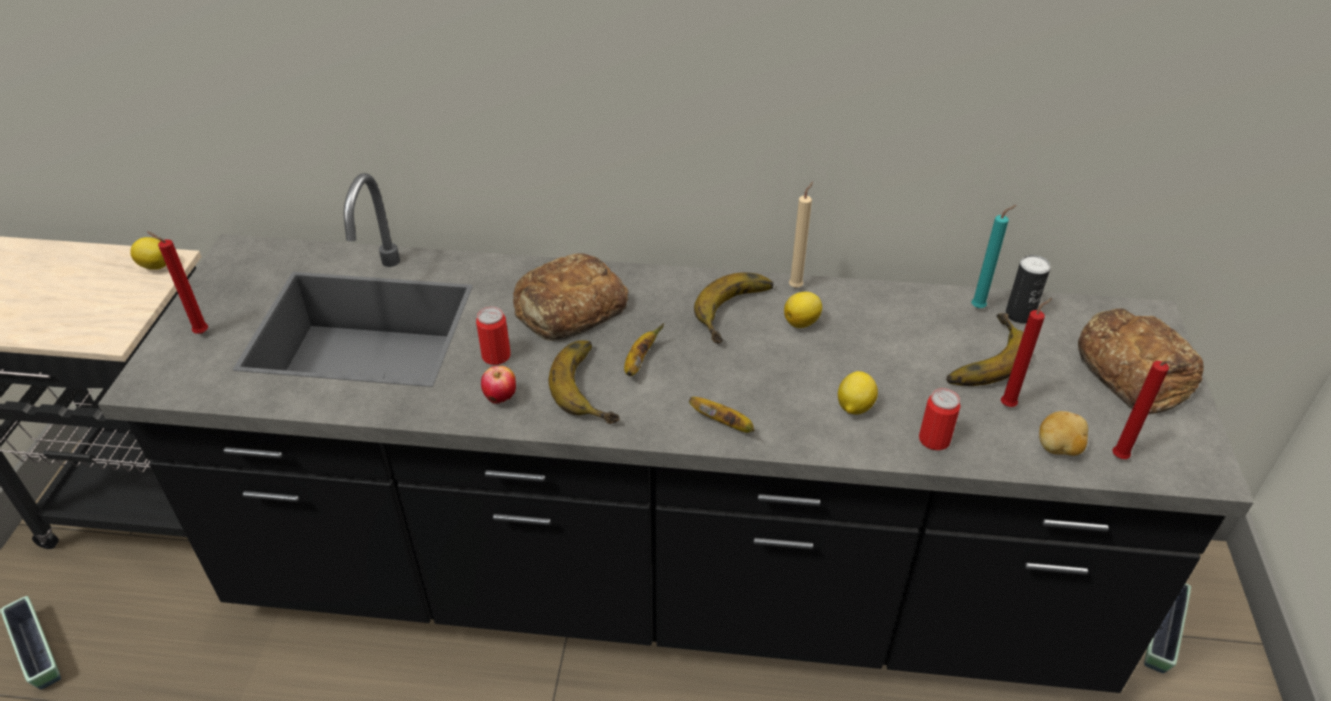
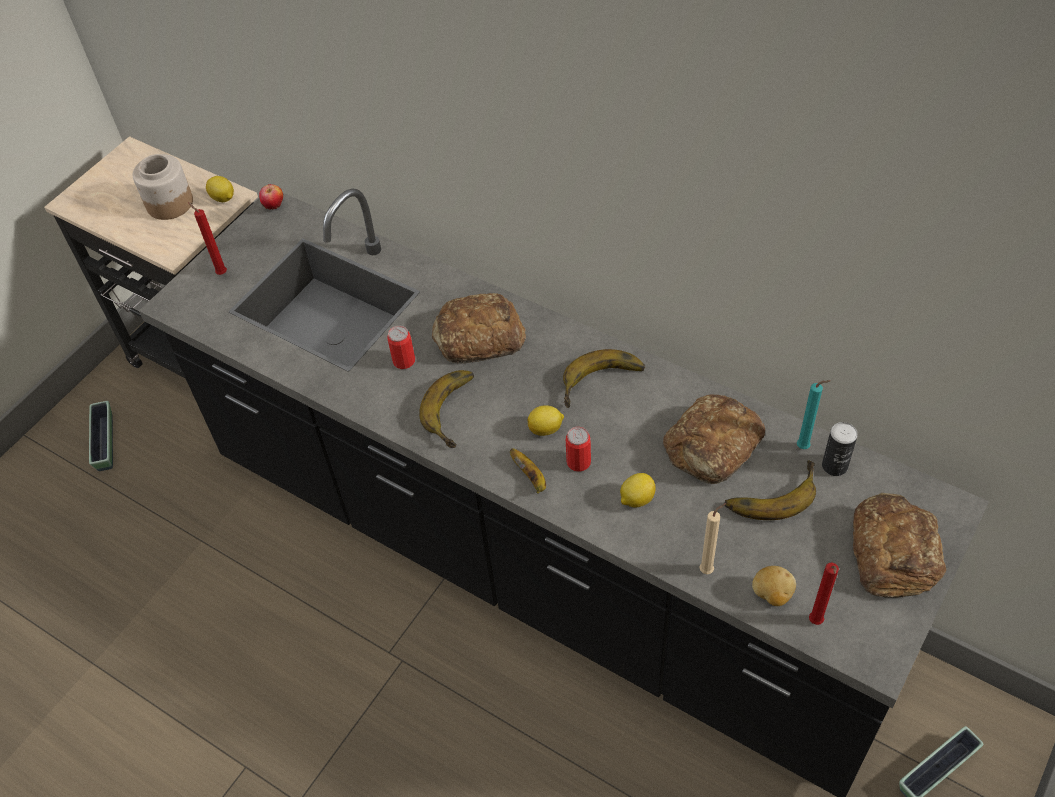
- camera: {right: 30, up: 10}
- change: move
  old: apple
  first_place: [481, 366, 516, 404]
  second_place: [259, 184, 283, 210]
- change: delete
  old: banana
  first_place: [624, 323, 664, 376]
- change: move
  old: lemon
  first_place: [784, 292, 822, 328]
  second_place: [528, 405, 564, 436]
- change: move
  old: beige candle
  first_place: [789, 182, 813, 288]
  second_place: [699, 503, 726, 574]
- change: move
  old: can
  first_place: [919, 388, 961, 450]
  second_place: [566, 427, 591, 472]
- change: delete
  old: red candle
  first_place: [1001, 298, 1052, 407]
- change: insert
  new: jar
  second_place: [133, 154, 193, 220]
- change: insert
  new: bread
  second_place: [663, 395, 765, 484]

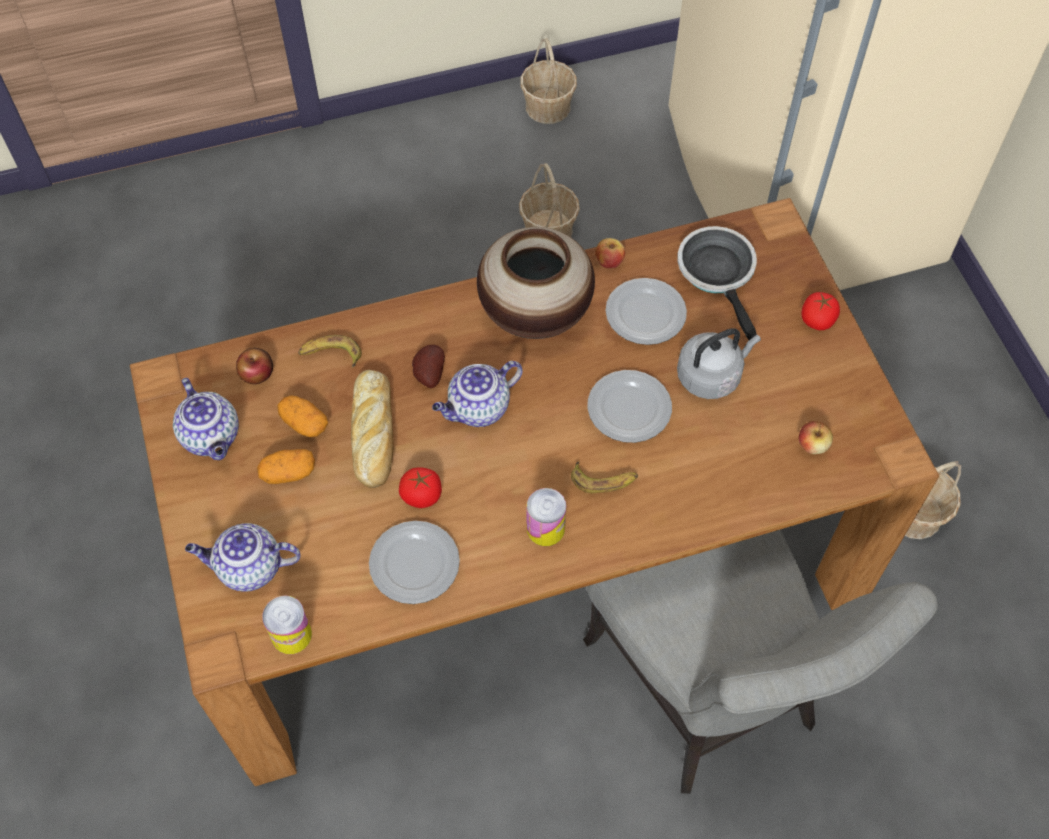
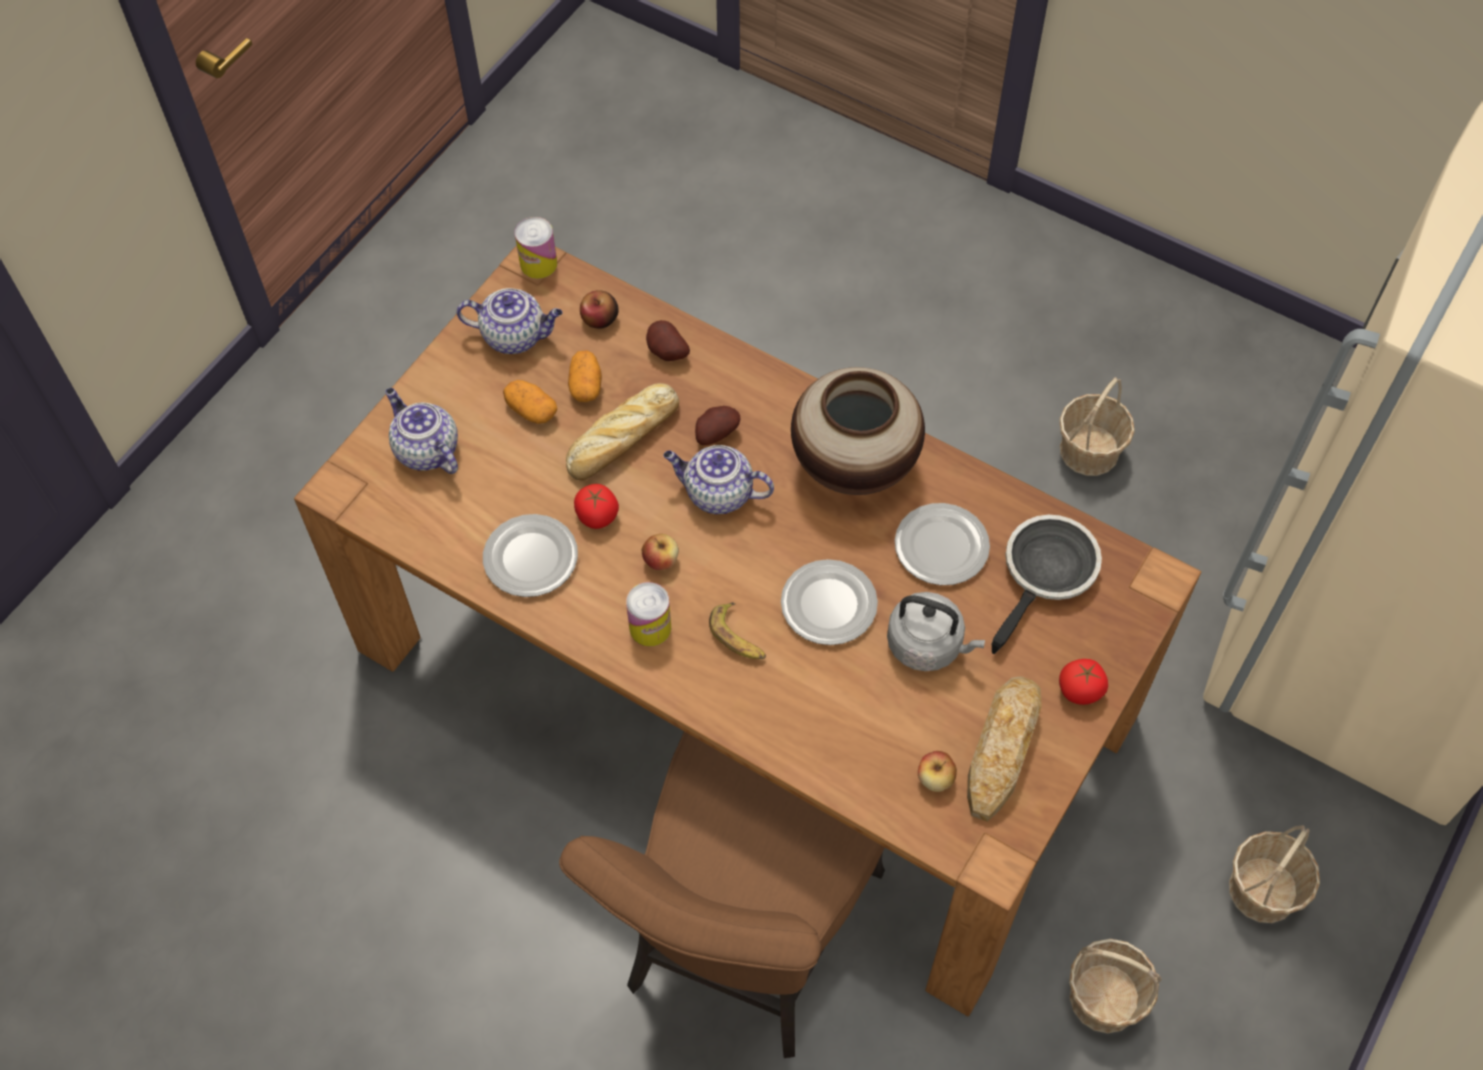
- camera: {right: 50, up: 0}
- change: rotate
  old: teapot
  first_place: [173, 378, 239, 460]
  second_place: [457, 288, 563, 354]
  degrees: -105
- change: move
  old: can
  first_place: [262, 596, 312, 654]
  second_place: [515, 217, 557, 279]
- change: replace
  old: banana
  new: potato
  first_place: [298, 335, 362, 368]
  second_place: [646, 320, 690, 361]
- change: move
  old: basket
  first_place: [520, 38, 577, 124]
  second_place: [1229, 825, 1320, 923]
- change: recolor
  old: grey chair
  new: brown chair
  first_place: [583, 530, 938, 794]
  second_place: [559, 732, 885, 1058]
- change: move
  old: apple
  first_place: [595, 238, 625, 268]
  second_place: [642, 534, 679, 570]
- change: insert
  new: bread
  second_place: [967, 676, 1042, 822]

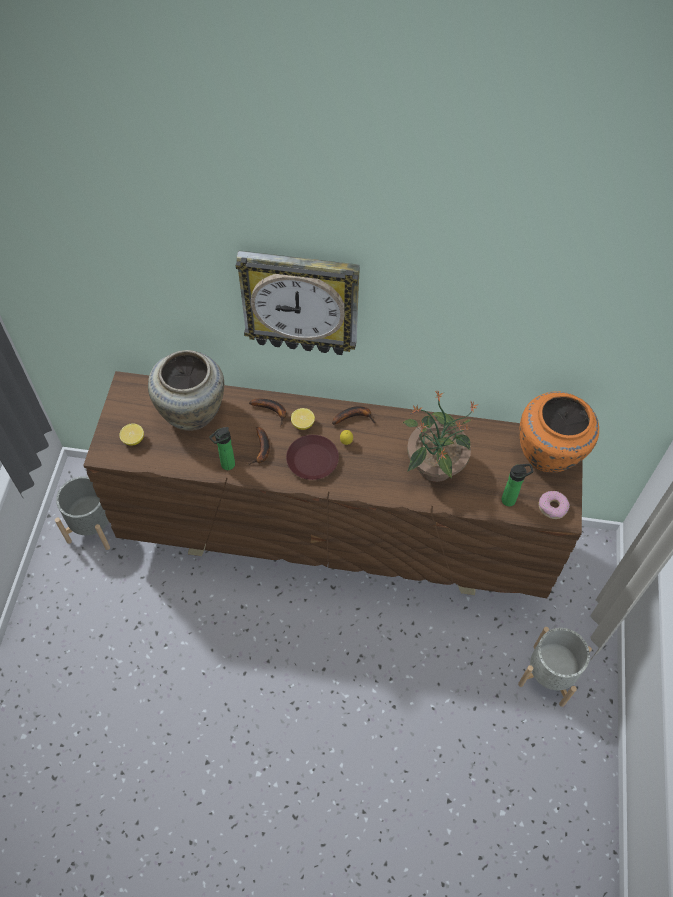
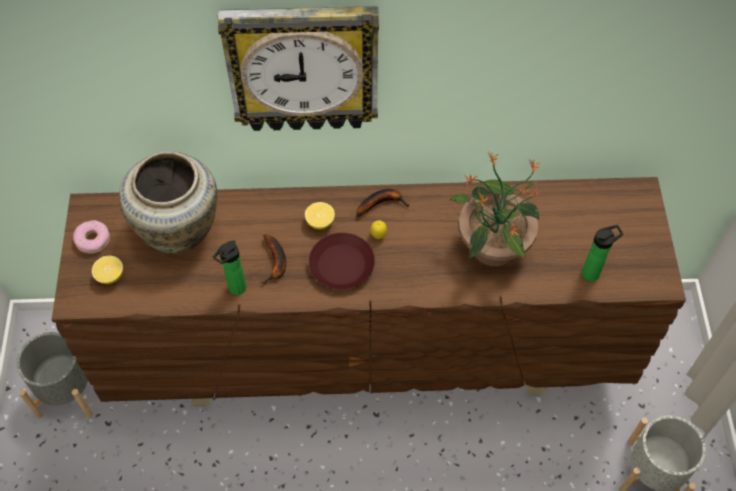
- camera: {right: -10, up: 0}
- change: delete
  old: banana
  first_place: [249, 398, 287, 427]
- change: delete
  old: orange vase
  first_place: [519, 391, 599, 472]
- change: move
  old: donut
  first_place: [539, 491, 570, 519]
  second_place: [73, 220, 110, 254]

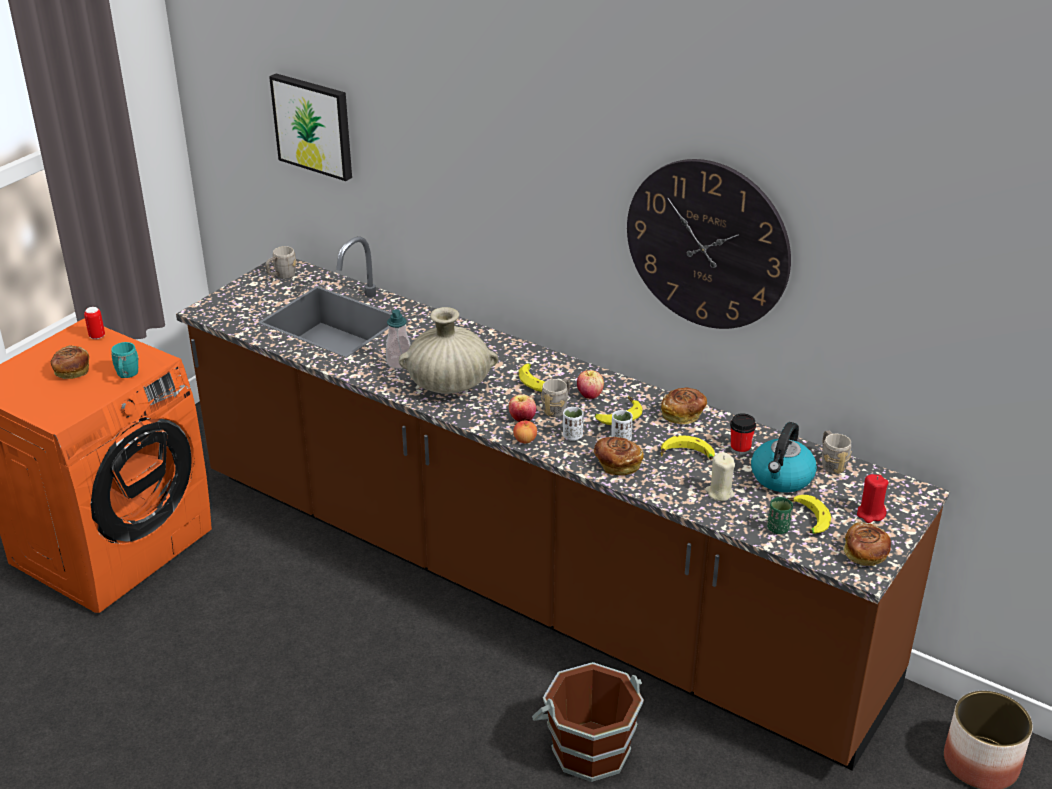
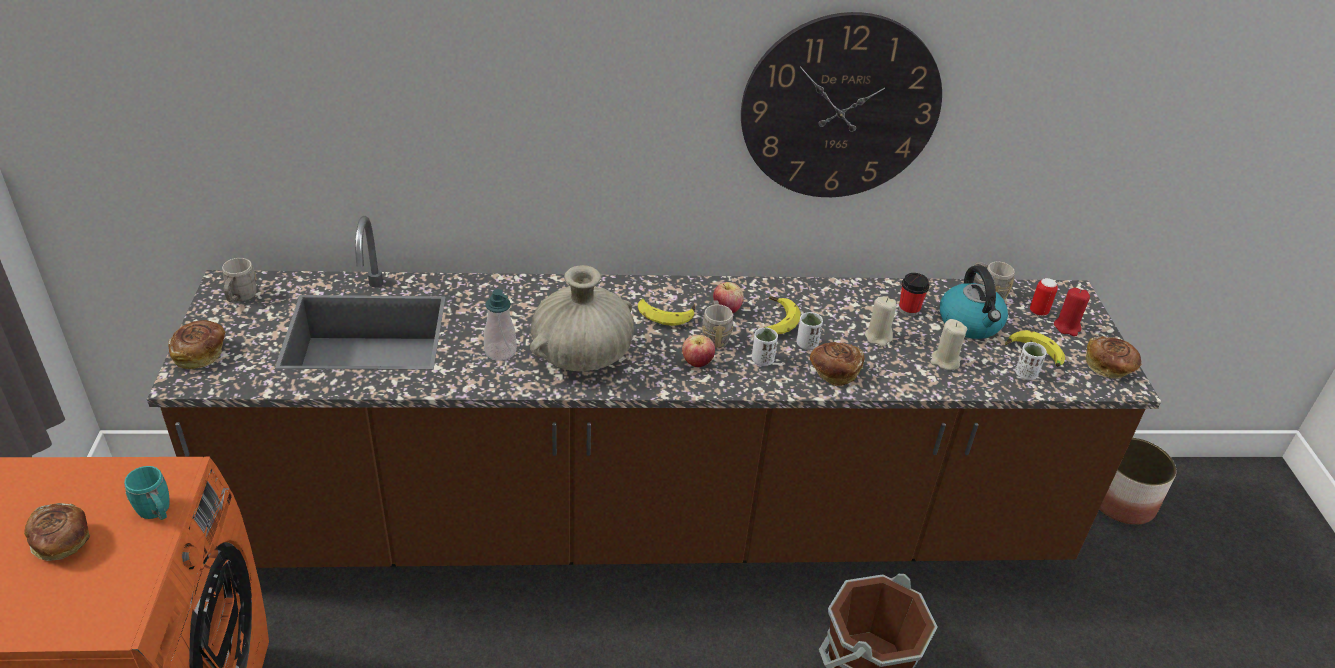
- camera: {right: -40, up: 5}
- change: move
  old: can
  first_place: [84, 307, 105, 339]
  second_place: [1030, 278, 1058, 316]
- change: delete
  old: picture
  first_place: [269, 73, 352, 181]
- change: delete
  old: apple
  first_place: [513, 421, 537, 443]
- change: move
  old: bread
  first_place: [661, 388, 707, 425]
  second_place: [168, 320, 225, 369]
- change: replace
  old: banana
  new: beige candle
  first_place: [661, 435, 715, 460]
  second_place: [865, 296, 897, 347]
- change: recolor
  old: green cup
  new: white cup
  first_place: [767, 497, 793, 534]
  second_place: [1015, 342, 1047, 380]

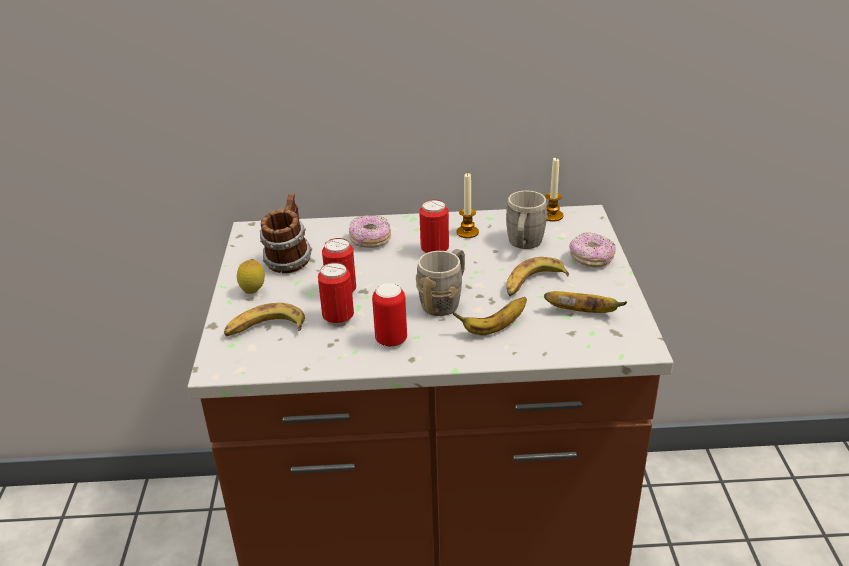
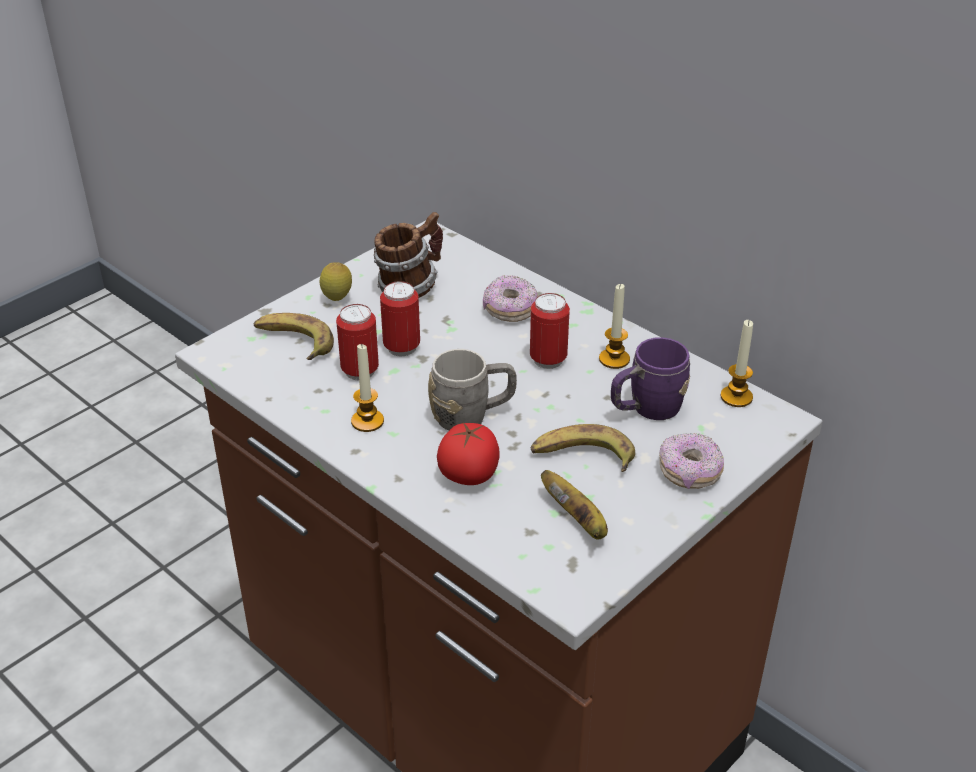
- camera: {right: 45, up: 5}
- change: replace
  old: can
  new: candle
  first_place: [372, 283, 407, 347]
  second_place: [351, 343, 384, 432]
- change: replace
  old: banana
  new: tomato
  first_place: [452, 297, 527, 335]
  second_place: [437, 422, 499, 485]
- change: recolor
  old: grey mug
  new: purple mug
  first_place: [506, 191, 548, 249]
  second_place: [611, 337, 690, 420]

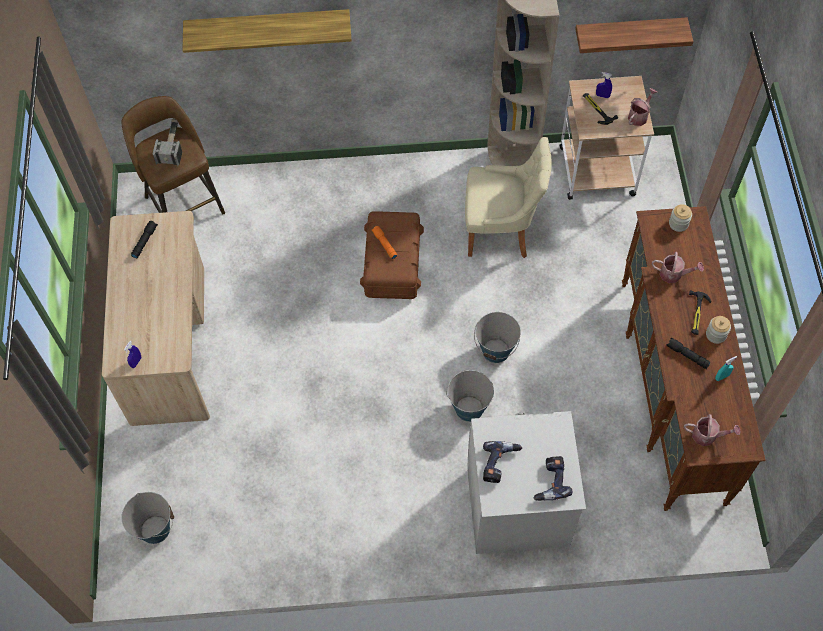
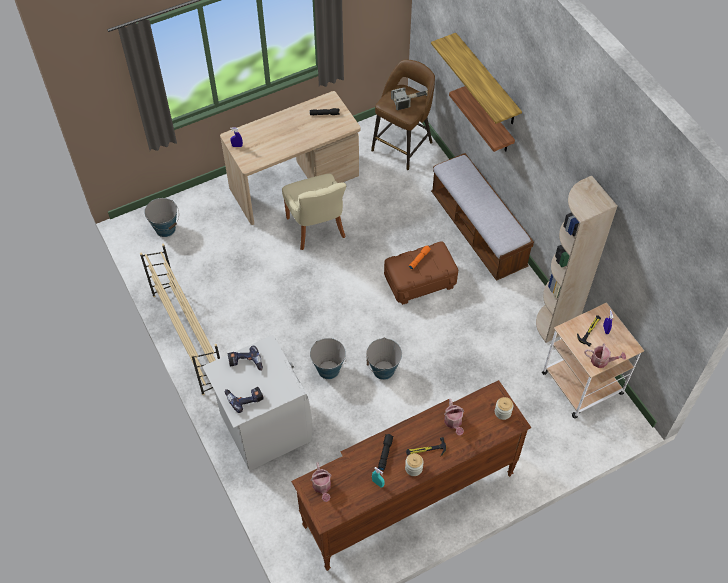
- camera: {right: 65, up: -5}
- change: move
  old: beige chair
  first_place: [465, 137, 552, 258]
  second_place: [282, 174, 347, 250]
- change: move
  old: shelf
  first_place: [575, 18, 693, 53]
  second_place: [449, 86, 515, 152]
- change: insert
  new: beige shoe rack
  second_place: [140, 244, 220, 395]
- change: insert
  new: bench
  second_place: [431, 153, 534, 281]

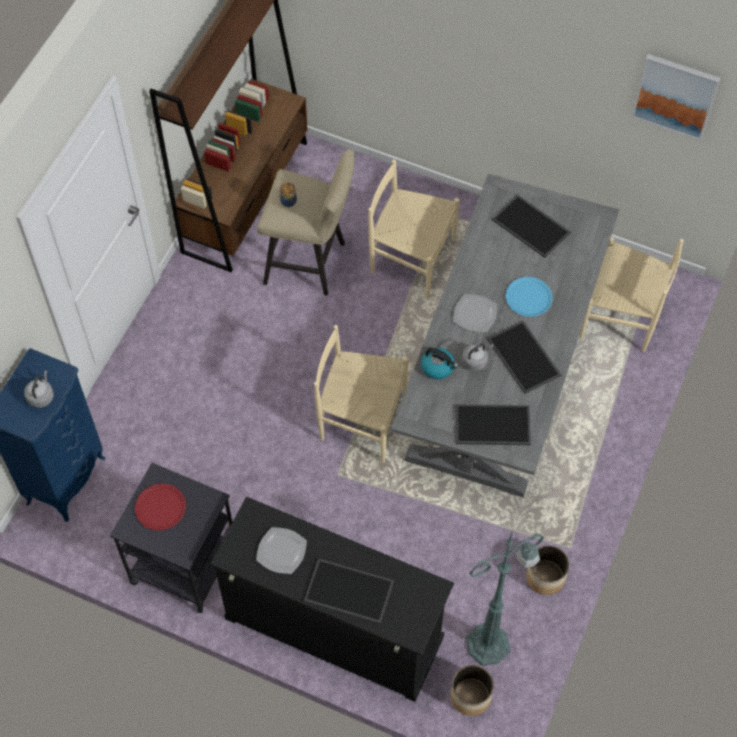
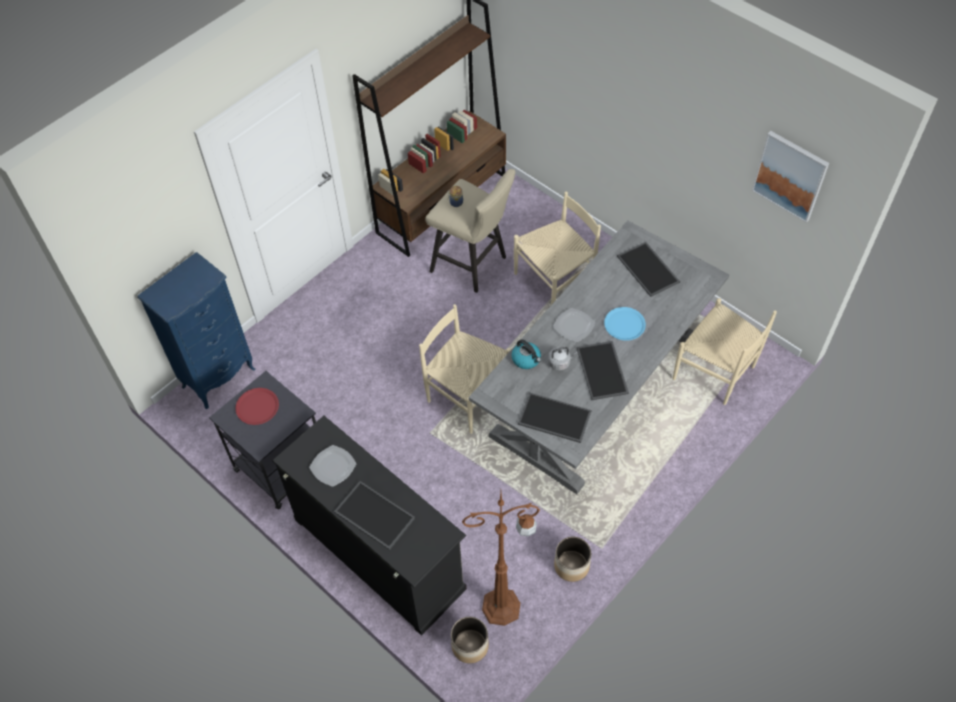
- camera: {right: 20, up: -5}
- change: delete
  old: grey kettle
  first_place: [24, 370, 54, 408]
- change: rotate
  old: beige chair
  first_place: [369, 160, 460, 298]
  second_place: [514, 192, 601, 305]
  degrees: 105
- change: recolor
  old: green floor lamp
  new: brown floor lamp
  first_place: [466, 532, 544, 666]
  second_place: [462, 492, 540, 626]

